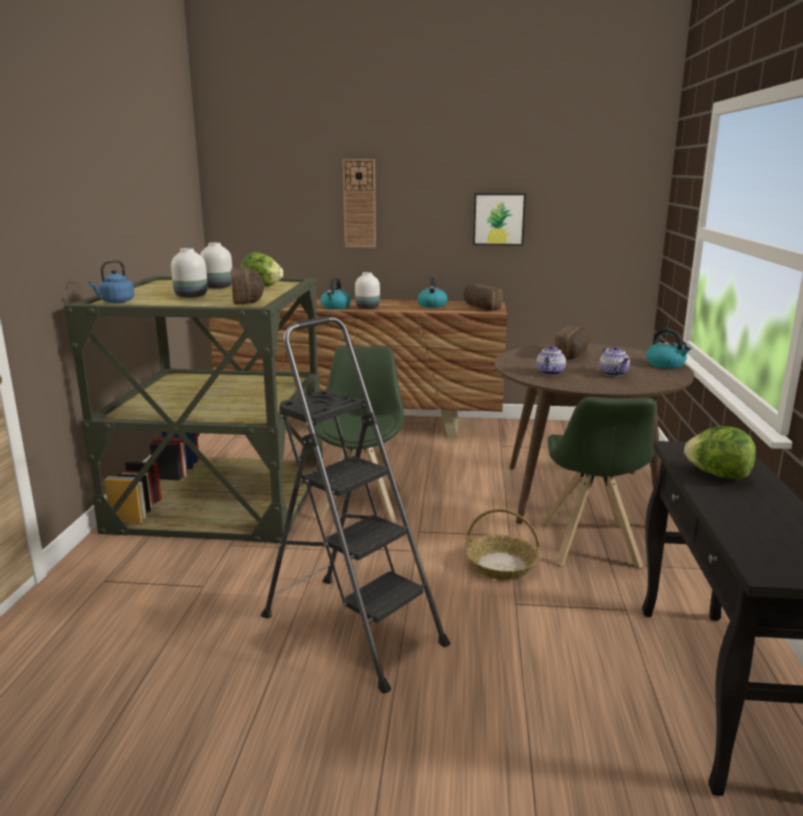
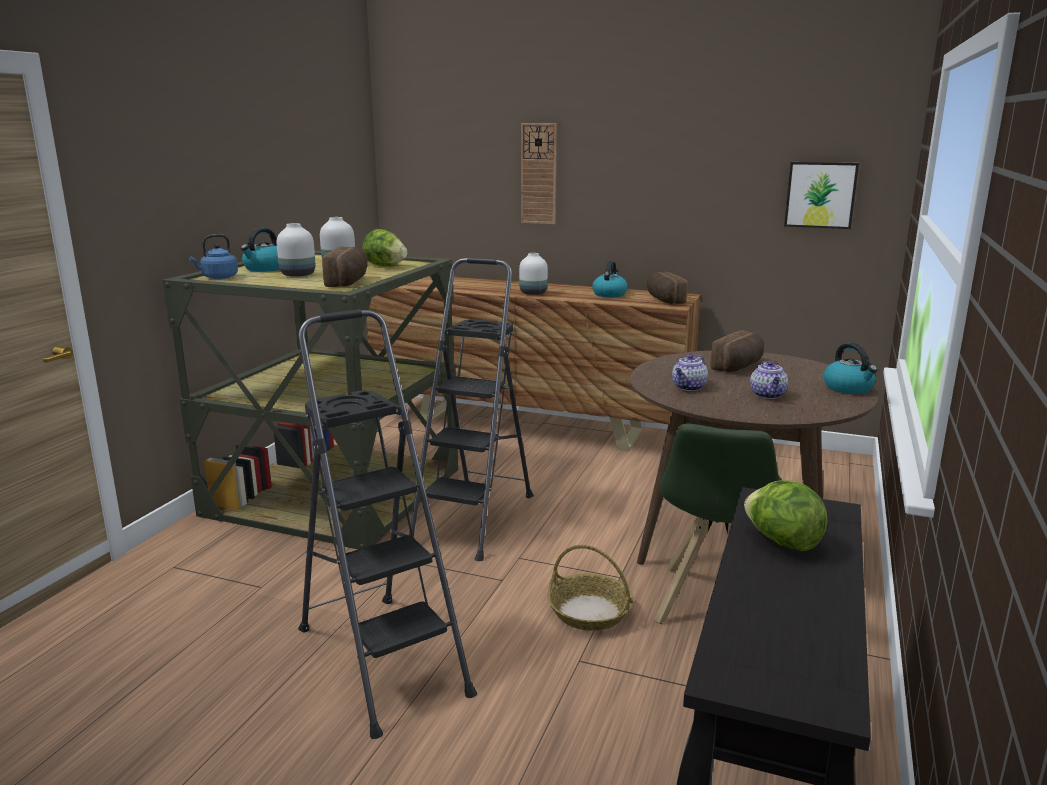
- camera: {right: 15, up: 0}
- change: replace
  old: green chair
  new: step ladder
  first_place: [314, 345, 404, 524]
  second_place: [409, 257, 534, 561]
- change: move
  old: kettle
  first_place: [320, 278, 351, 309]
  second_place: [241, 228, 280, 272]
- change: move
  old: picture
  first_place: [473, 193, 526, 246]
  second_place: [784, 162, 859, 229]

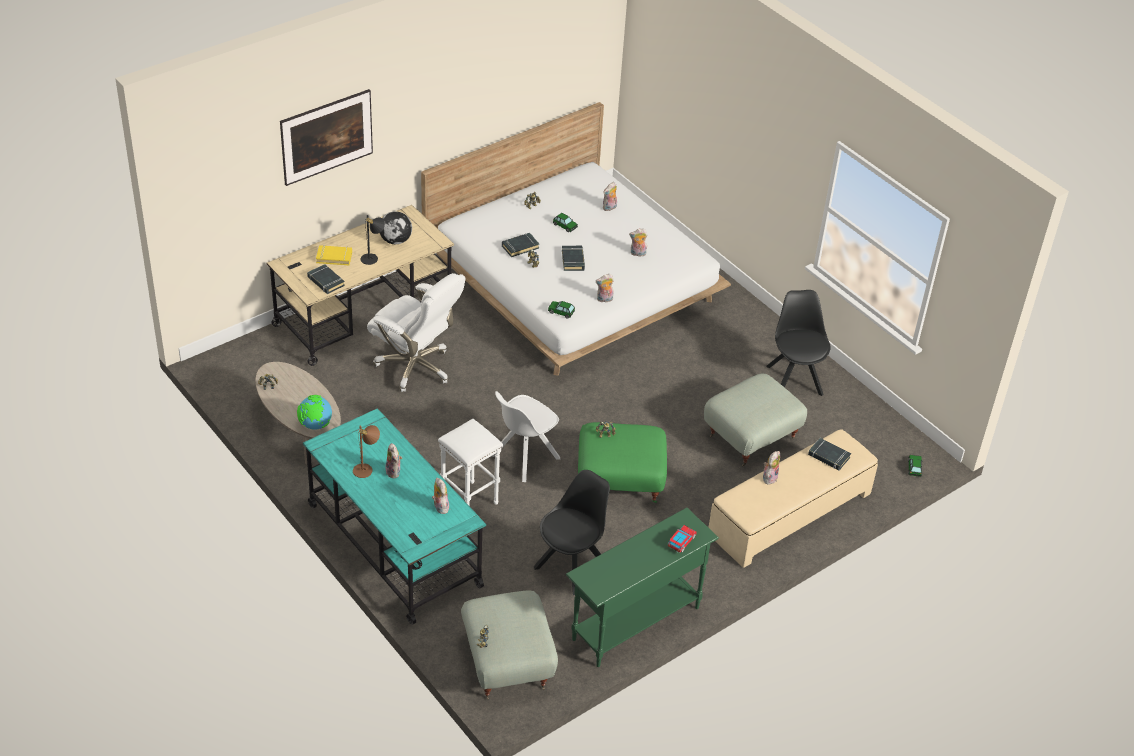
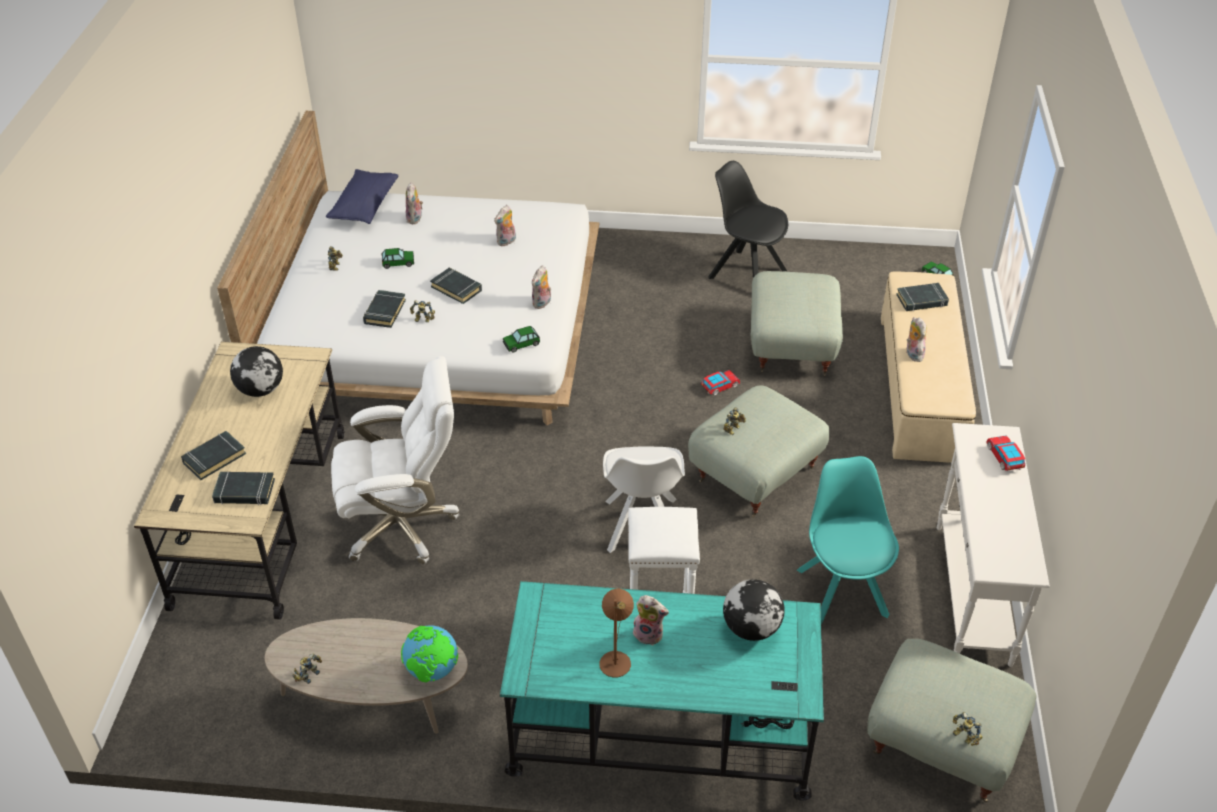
- camera: {right: -45, up: 0}
- change: delete
  old: picture
  first_place: [280, 89, 373, 186]
- change: recolor
  old: yellow book
  new: black book
  first_place: [316, 245, 352, 265]
  second_place: [181, 431, 246, 480]
- change: delete
  old: black table lamp
  first_place: [361, 215, 385, 265]
- change: replace
  old: plush toy
  new: globe
  first_place: [432, 478, 449, 514]
  second_place: [723, 579, 785, 641]
- change: recolor
  old: black chair
  new: turquoise chair
  first_place: [534, 470, 610, 595]
  second_place: [797, 456, 899, 624]
- change: recolor
  old: green console table
  new: white console table
  first_place: [566, 507, 719, 667]
  second_place: [937, 423, 1050, 667]
- change: recolor
  old: green ottoman
  new: grey ottoman
  first_place: [578, 422, 667, 503]
  second_place: [688, 386, 829, 518]
- change: insert
  new: blue pillow
  second_place: [326, 169, 398, 224]
- change: insert
  new: toy car
  second_place: [701, 370, 740, 395]

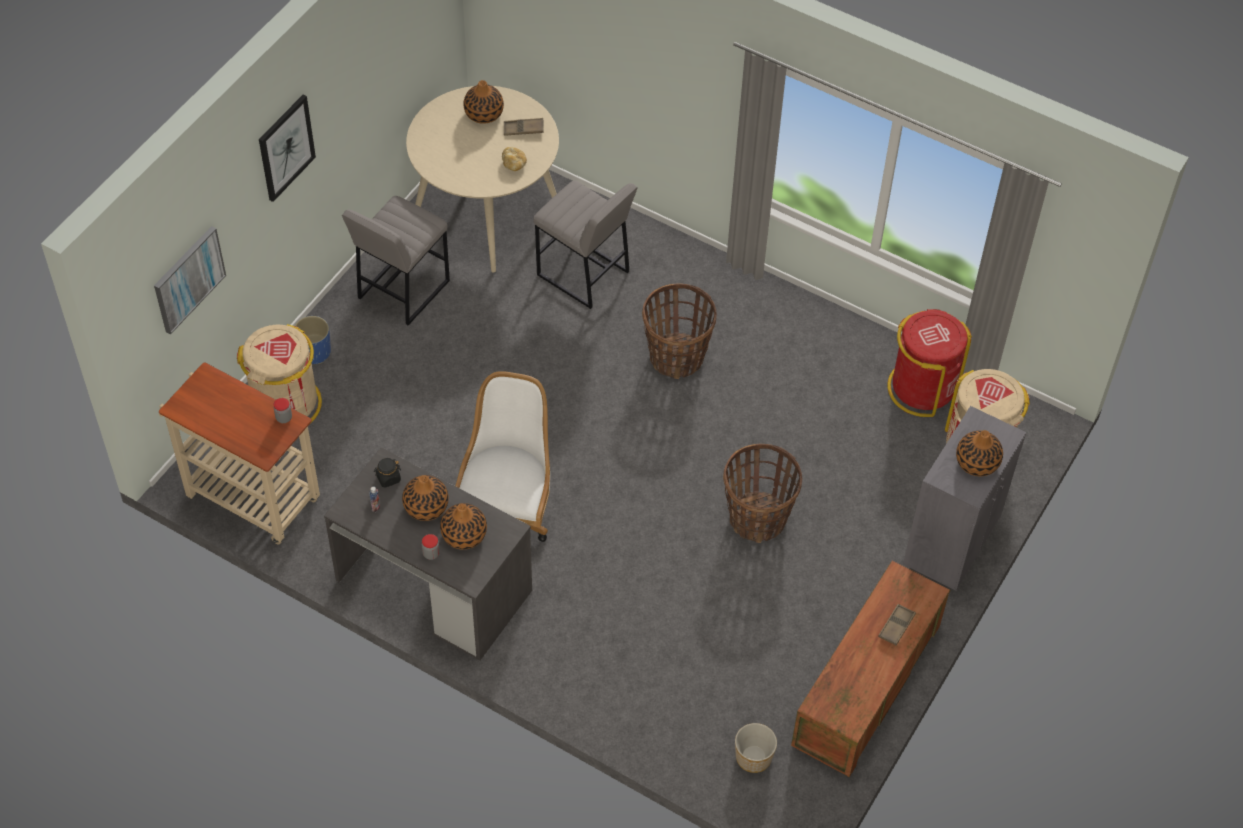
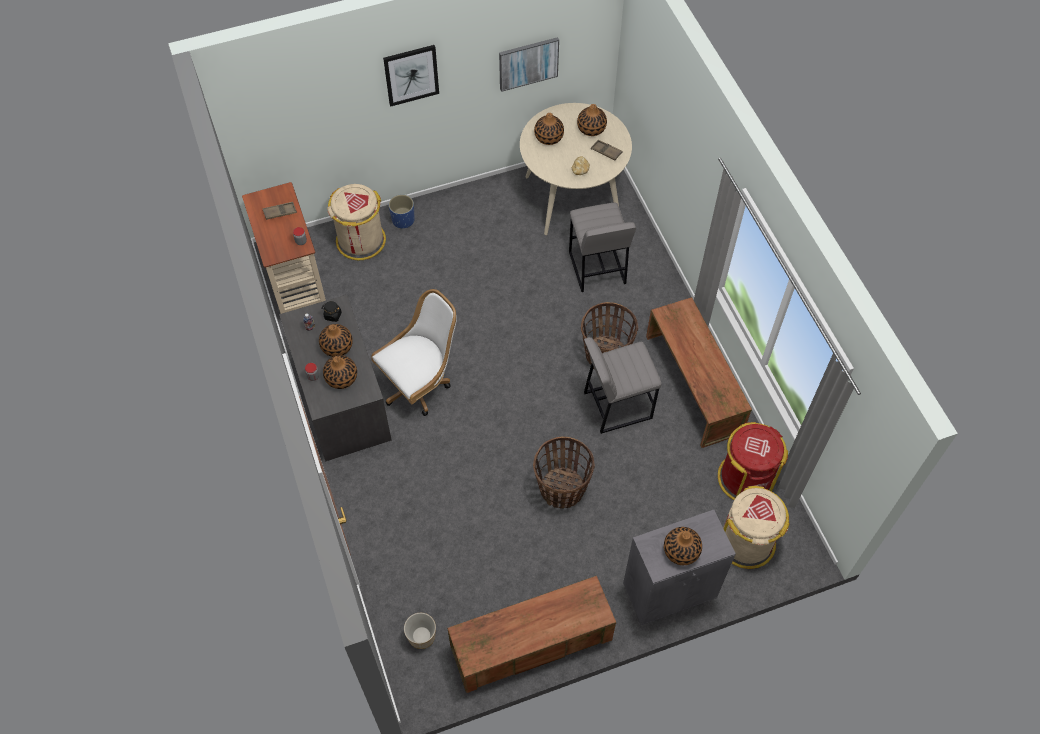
- camera: {right: 40, up: 5}
- change: move
  old: picture
  first_place: [154, 226, 226, 334]
  second_place: [499, 37, 559, 92]
- change: move
  old: grey chair
  first_place: [342, 196, 450, 325]
  second_place: [584, 337, 661, 434]
- change: move
  old: brown tray
  first_place: [878, 604, 916, 645]
  second_place: [262, 202, 297, 220]
- change: insert
  new: vase
  second_place: [534, 113, 564, 145]
- change: insert
  new: brown bench
  second_place: [646, 297, 752, 448]

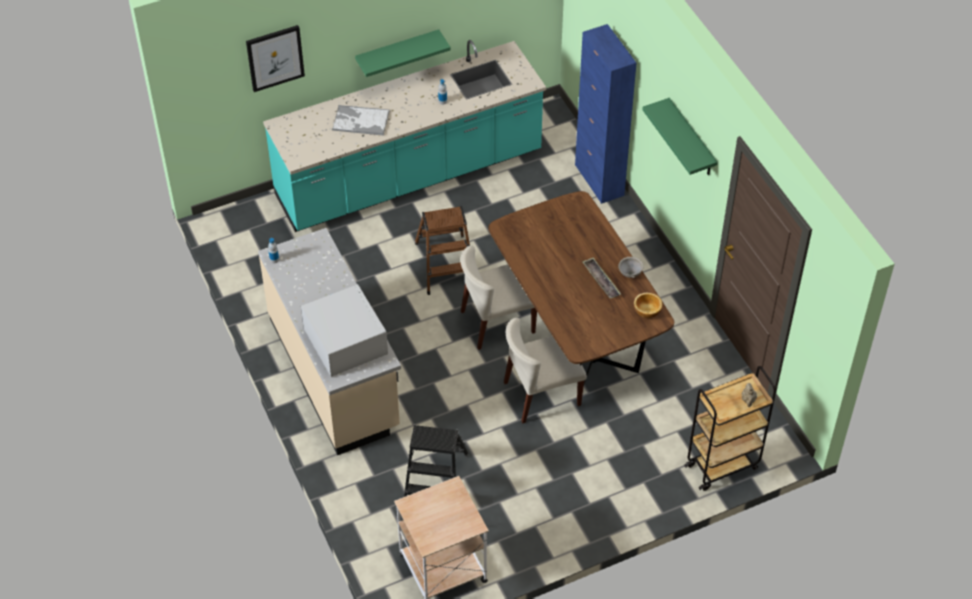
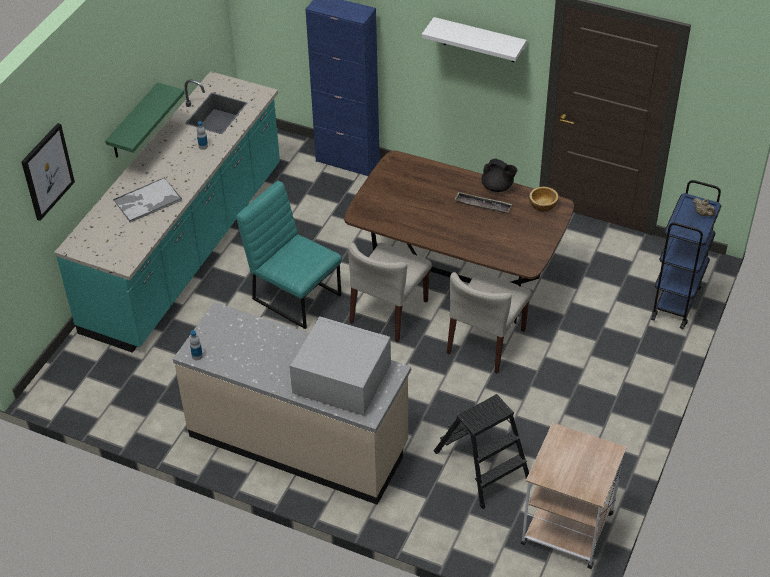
- camera: {right: -40, up: -5}
- change: replace
  old: brown step ladder
  new: turquoise chair
  first_place: [415, 206, 470, 295]
  second_place: [236, 181, 342, 329]
- change: replace
  old: grey bowl
  new: black teapot
  first_place: [618, 257, 644, 278]
  second_place: [482, 158, 517, 192]
- change: recolor
  old: green shelf
  new: white shelf
  first_place: [642, 98, 718, 175]
  second_place: [422, 17, 527, 62]
- change: recolor
  old: brown cart
  new: blue cart
  first_place: [684, 366, 776, 491]
  second_place: [651, 180, 721, 329]

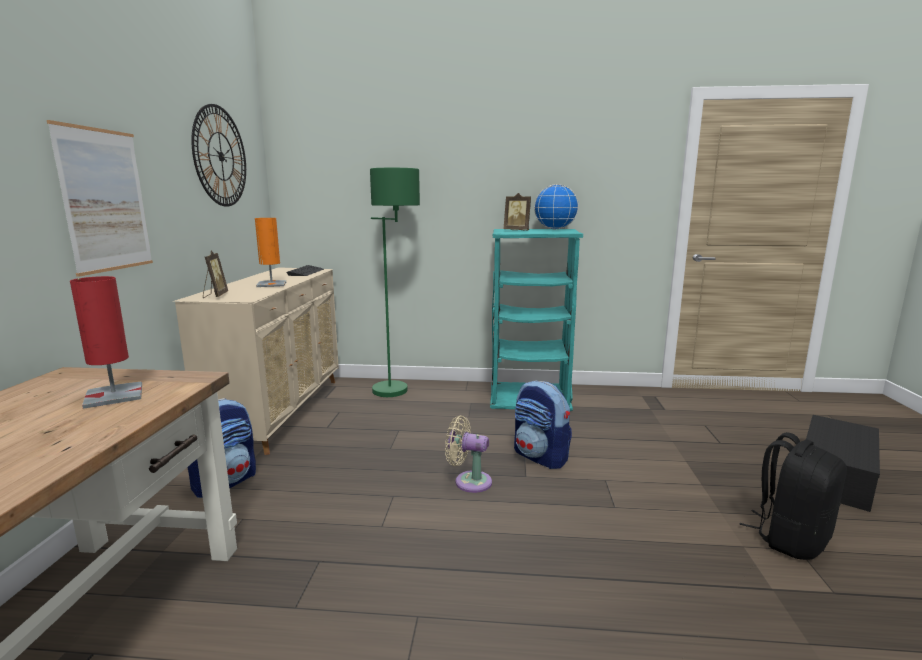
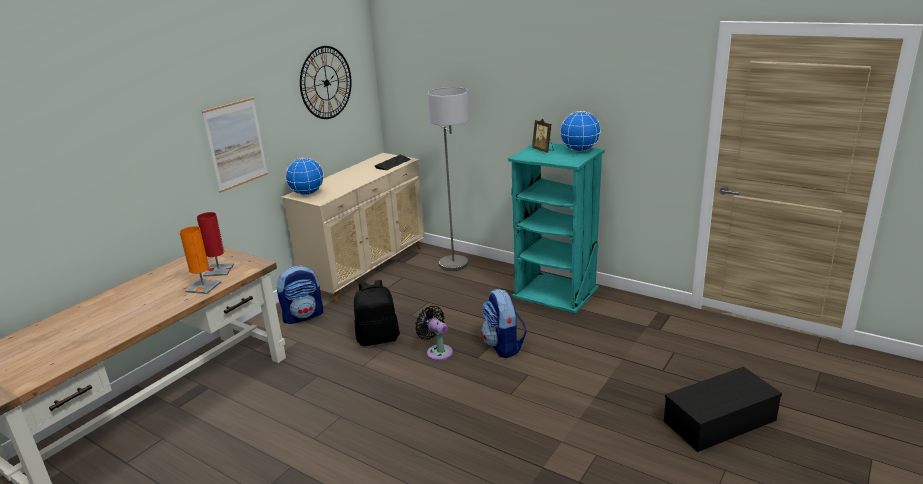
- camera: {right: 30, up: 10}
- change: replace
  old: picture frame
  new: globe
  first_place: [203, 250, 228, 298]
  second_place: [286, 157, 324, 195]
- change: move
  old: orange table lamp
  first_place: [255, 218, 286, 287]
  second_place: [180, 226, 221, 294]
- change: recolor
  old: green floor lamp
  new: grey floor lamp
  first_place: [370, 168, 420, 397]
  second_place: [428, 87, 470, 271]
- change: recolor
  old: beige fan
  new: black fan
  first_place: [445, 416, 492, 493]
  second_place: [415, 306, 453, 361]
- change: move
  old: black backpack
  first_place: [739, 432, 847, 560]
  second_place: [354, 280, 400, 346]

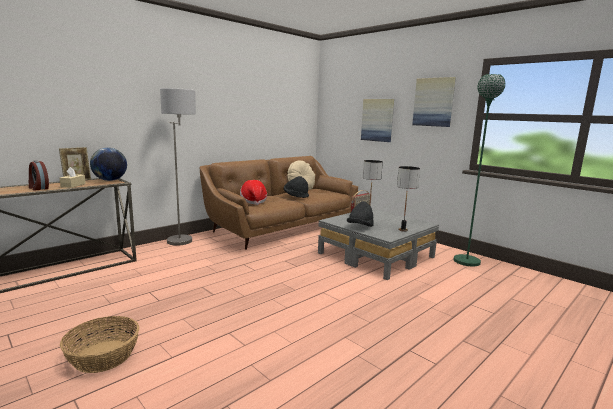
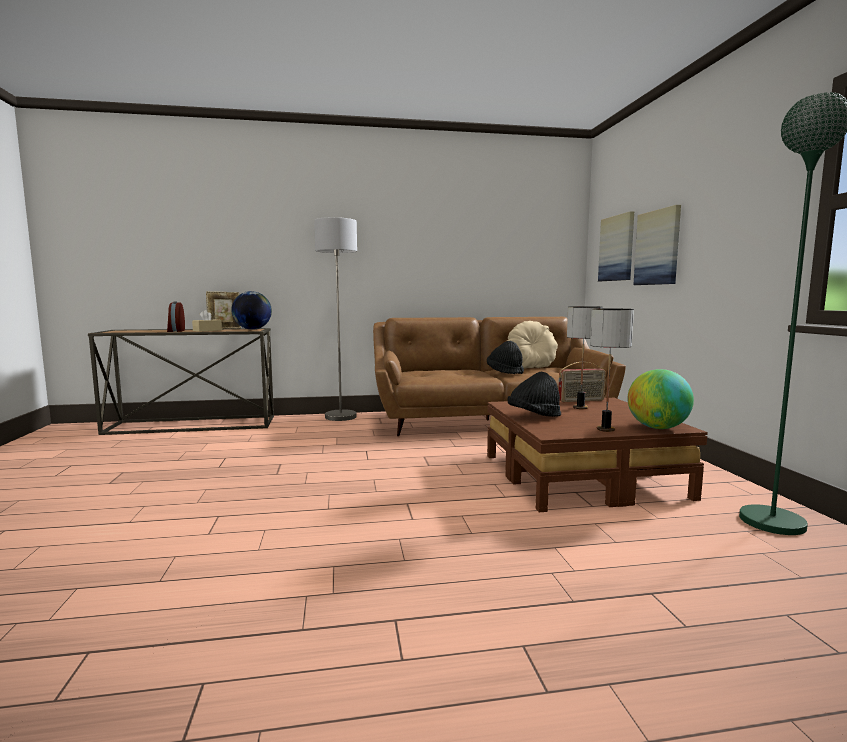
- camera: {right: 35, up: -5}
- change: delete
  old: basket
  first_place: [60, 316, 139, 373]
- change: delete
  old: hat
  first_place: [240, 180, 267, 205]
- change: recolor
  old: grey coffee table
  new: brown coffee table
  first_place: [318, 208, 439, 280]
  second_place: [487, 398, 708, 512]
- change: move
  old: picture
  first_place: [412, 77, 456, 127]
  second_place: [598, 211, 635, 281]
- change: insert
  new: globe
  second_place: [628, 369, 694, 429]

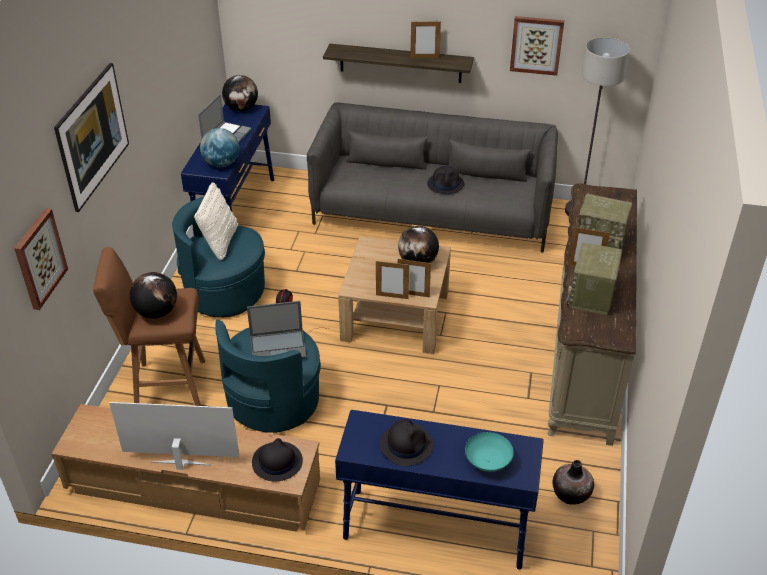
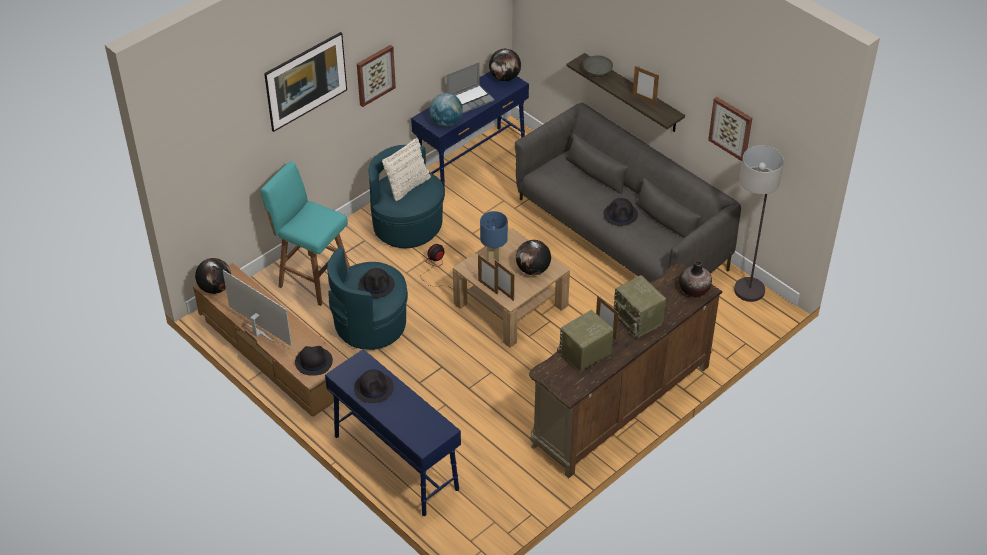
- camera: {right: 35, up: 5}
- change: move
  old: picture
  first_place: [14, 208, 68, 310]
  second_place: [357, 45, 396, 107]
- change: recolor
  old: brown stool
  new: turquoise stool
  first_place: [93, 247, 205, 406]
  second_place: [260, 161, 350, 306]
- change: move
  old: globe
  first_place: [130, 272, 177, 319]
  second_place: [195, 258, 231, 294]
- change: replace
  old: laptop
  new: black hat
  first_place: [247, 301, 307, 358]
  second_place: [359, 268, 395, 298]
- change: delete
  old: turquoise bowl
  first_place: [465, 432, 514, 472]
- change: move
  old: vase
  first_place: [553, 460, 594, 505]
  second_place: [679, 261, 712, 297]
- change: insert
  new: blue table lamp
  second_place: [480, 211, 508, 262]
- change: insert
  new: grey bowl
  second_place: [583, 55, 613, 77]

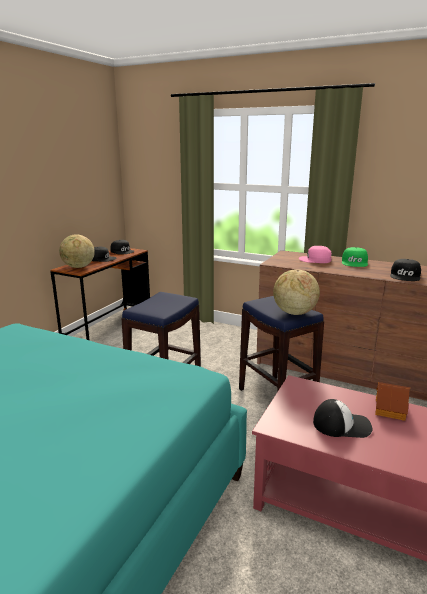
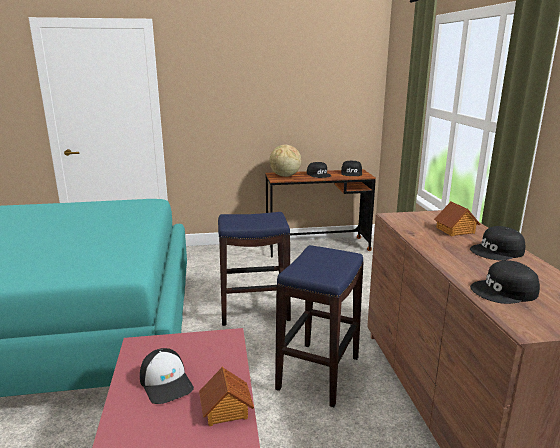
- camera: {right: 55, up: 0}
- change: delete
  old: globe
  first_place: [273, 269, 320, 315]
- change: replace
  old: pink cap
  new: toy house
  first_place: [299, 246, 332, 263]
  second_place: [434, 201, 481, 236]
- change: recolor
  old: green cap
  new: black cap
  first_place: [342, 247, 368, 267]
  second_place: [470, 226, 525, 260]

